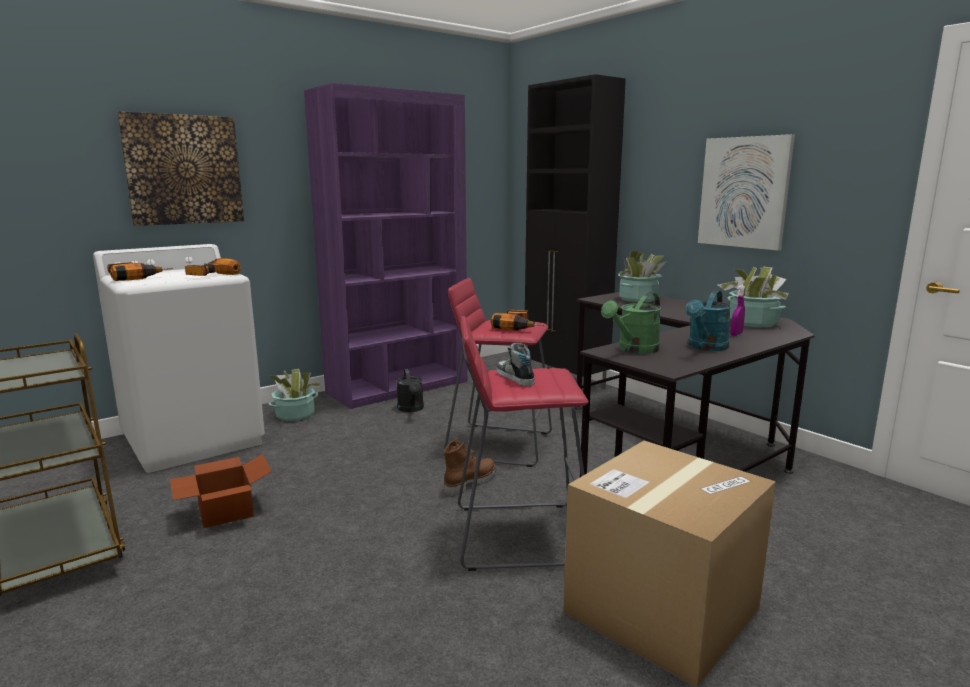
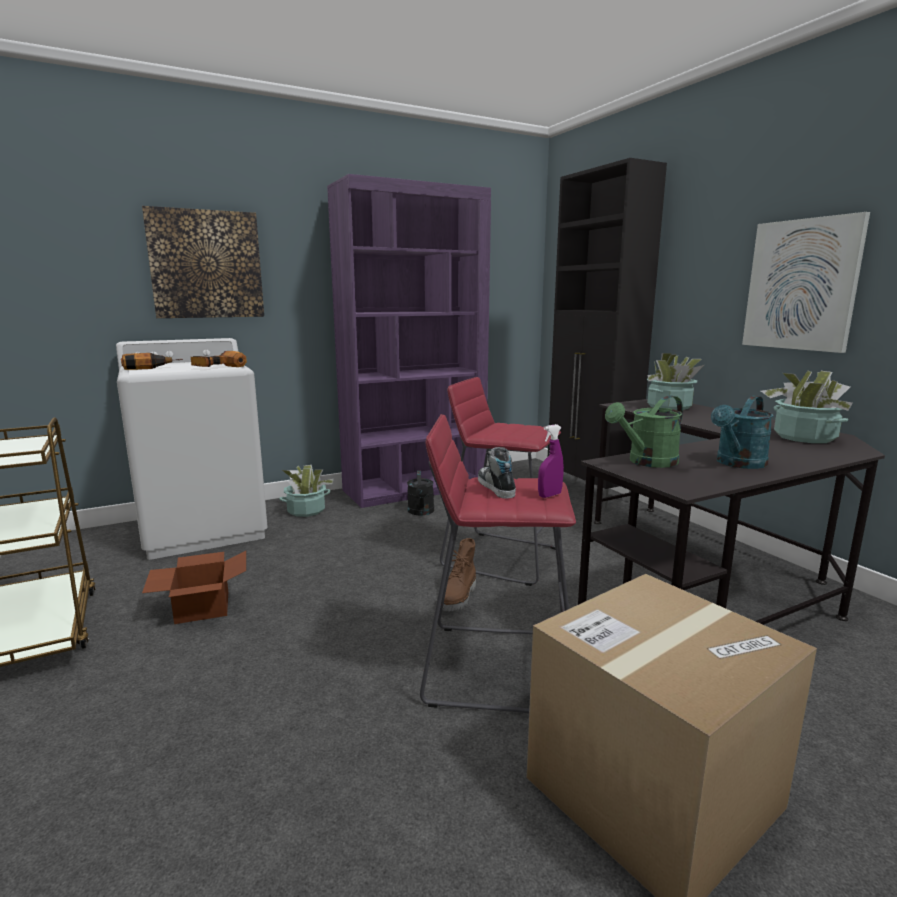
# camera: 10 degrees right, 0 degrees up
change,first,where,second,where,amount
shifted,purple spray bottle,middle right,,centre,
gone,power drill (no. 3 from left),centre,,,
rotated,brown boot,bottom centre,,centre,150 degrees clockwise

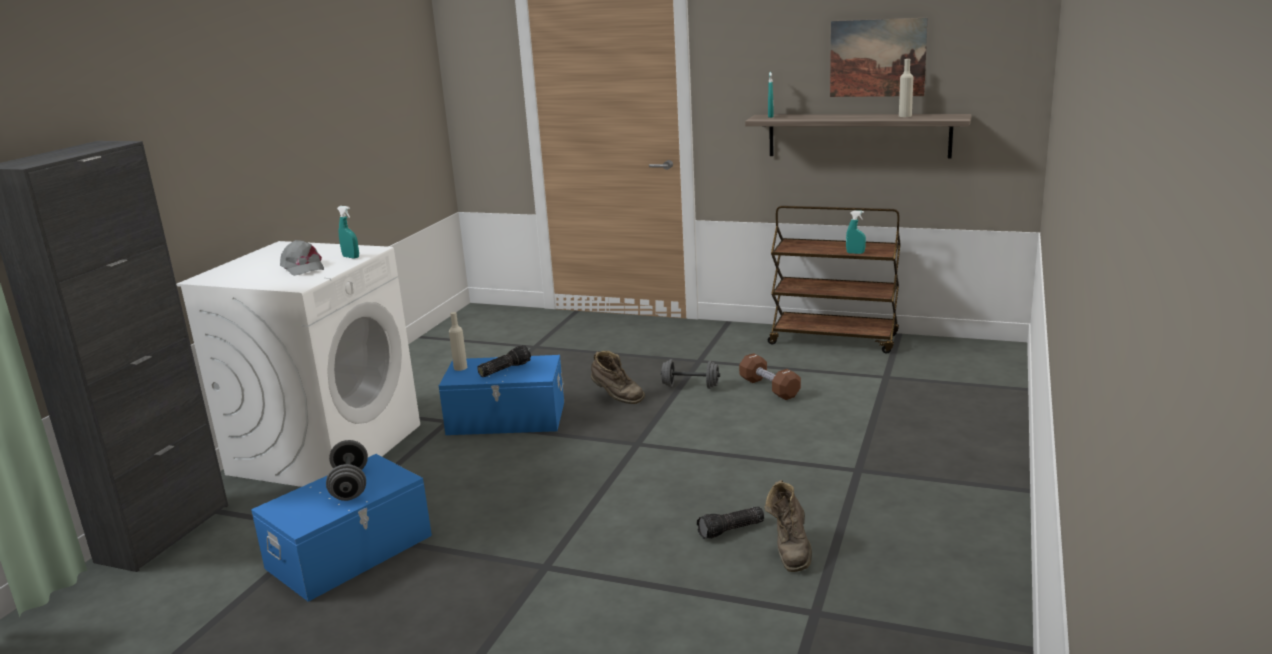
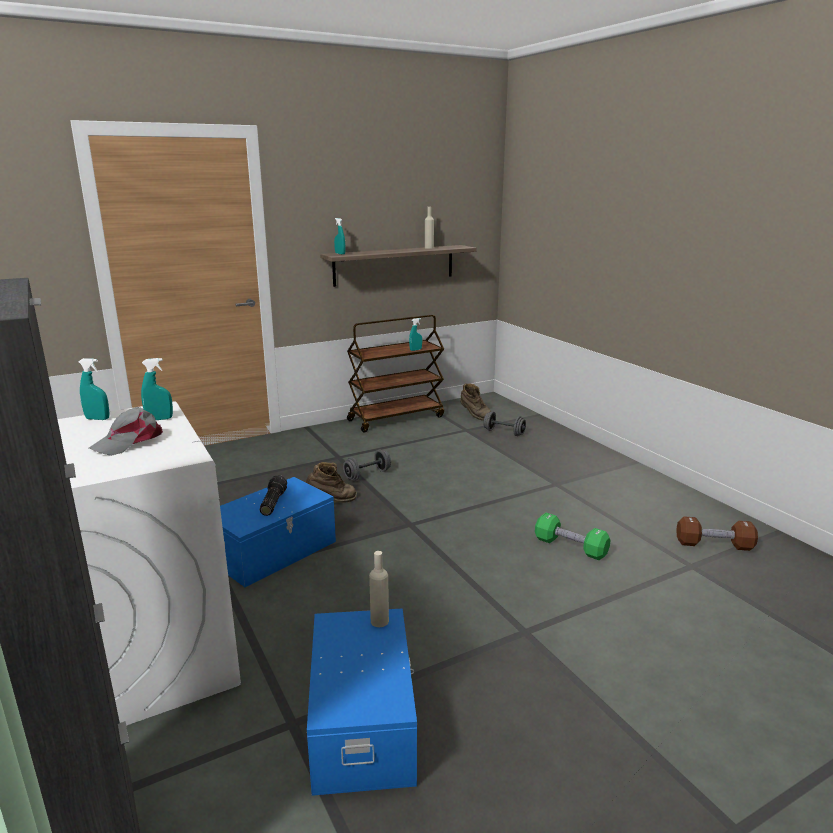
# camera: 50 degrees left, 0 degrees up
change,first,where,second,where,amount
gone,picture,top right,,,
rotated,grey cap,middle left,,middle left,120 degrees clockwise
shifted,beige bottle (no. 1 from left),centre,,bottom centre,
shifted,brown dumbbell,centre,,middle right,
shifted,grey dumbbell (no. 1 from left in the first image),bottom left,grey dumbbell (no. 2 from left),centre,
shifted,brown boot (no. 2 from left),bottom centre,,centre,
swapped,flashlight (no. 2 from left),bottom centre,green dumbbell,middle right,
new,,,turquoise spray bottle (no. 1 from left),middle left,

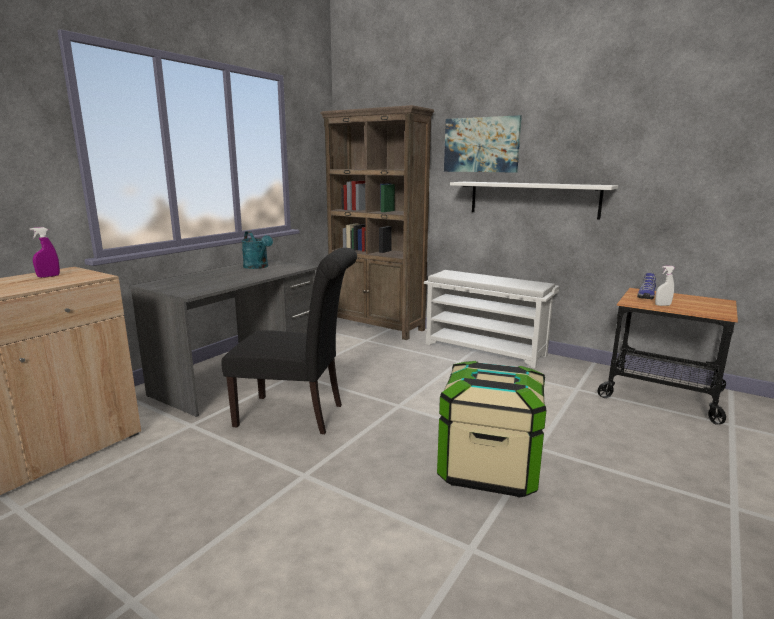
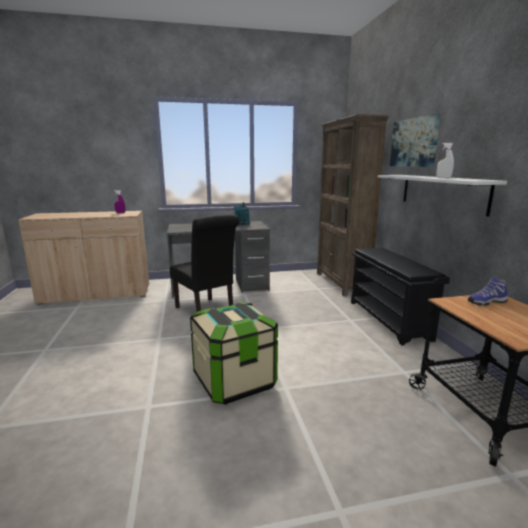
# camera: 45 degrees right, 0 degrees up
change,first,where,second,where,amount
shifted,white spray bottle,middle right,,top right,
repainted,white shoe rack,centre,black shoe rack,middle right,

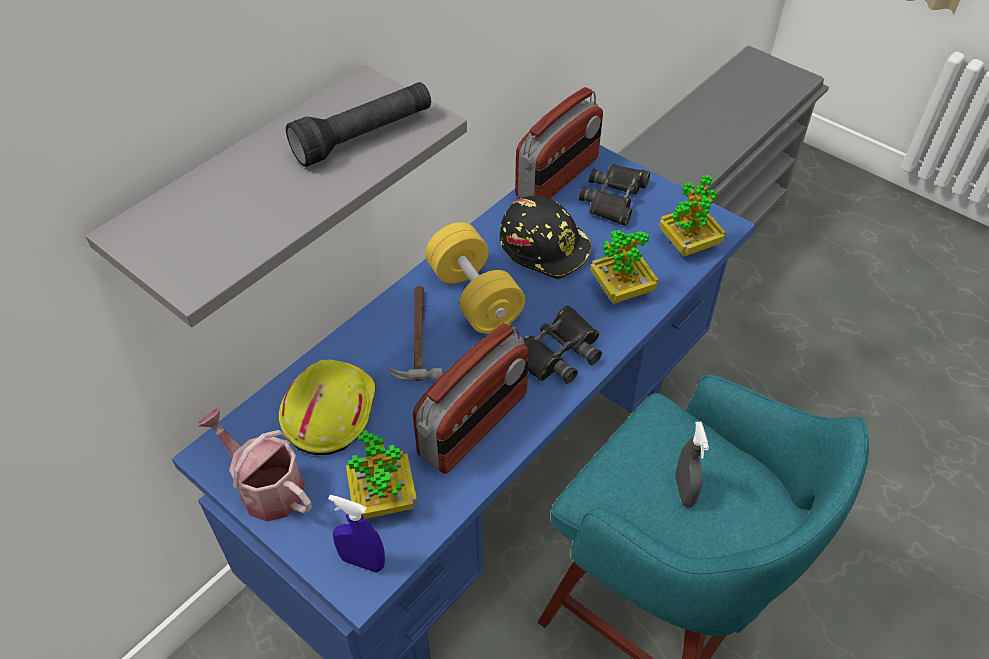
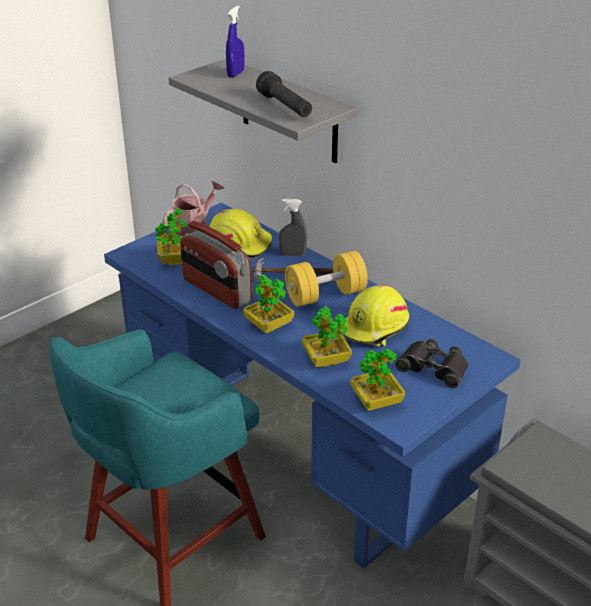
# camera: 95 degrees right, 15 degrees down
change,first,where,second,where,amount
gone,radio (no. 2 from left),top centre,,,
repainted,black hard hat,centre,yellow hard hat (no. 2 from left),centre,
swapped,black binoculars (no. 1 from left),centre,potted plant (no. 2 from left),centre,
shifted,grey spray bottle,bottom right,,centre,
shifted,blue spray bottle,bottom centre,,top centre,

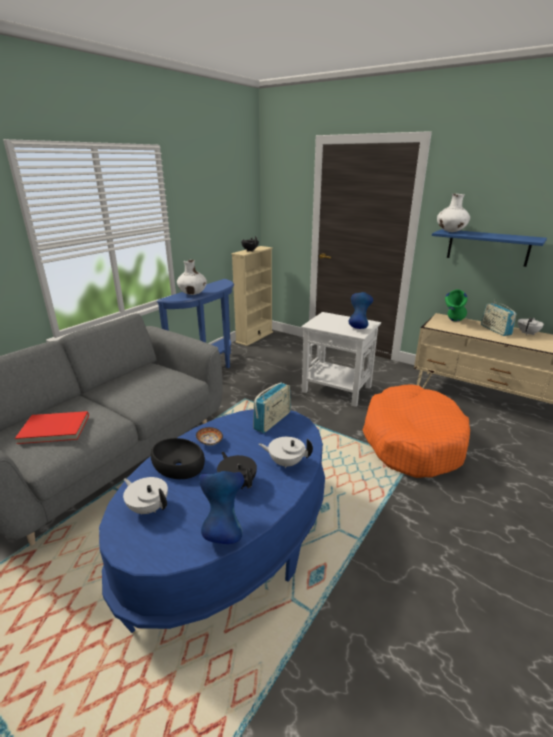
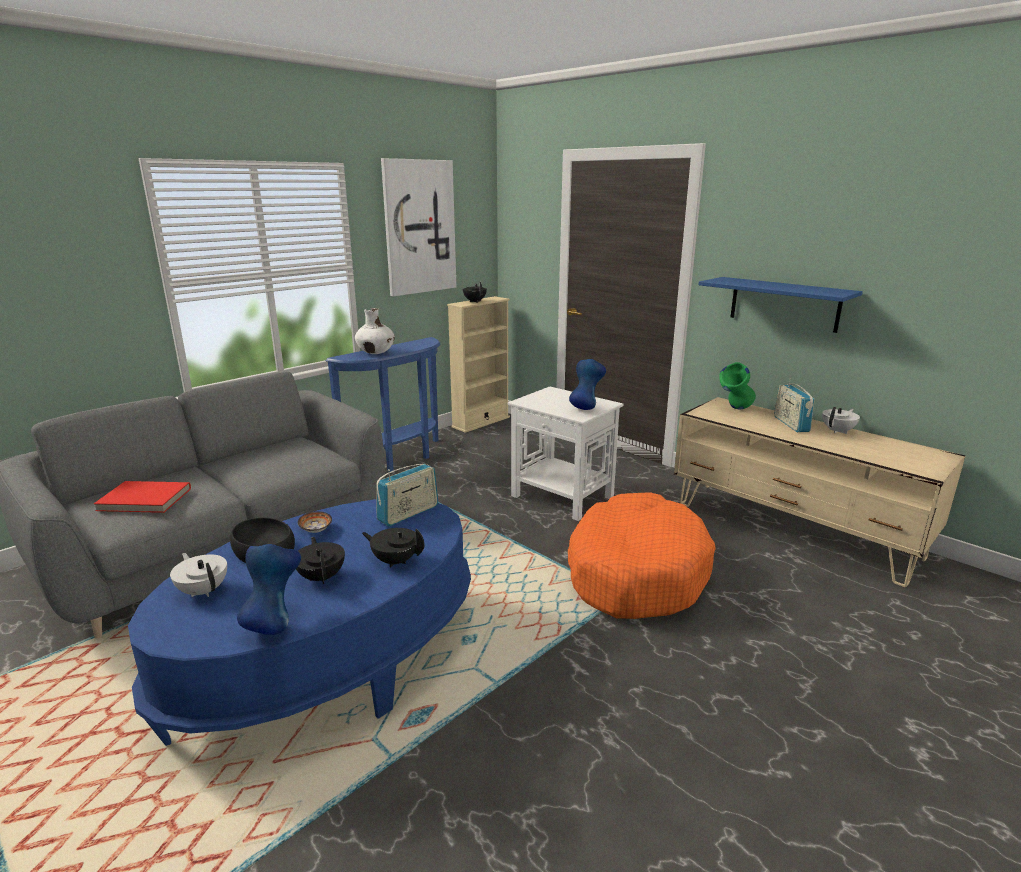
# camera: 10 degrees right, 5 degrees down
change,first,where,second,where,amount
gone,white vase (no. 2 from left),top right,,,
repainted,white teapot (no. 2 from left),centre,black teapot (no. 2 from left),centre,
new,,,picture,top centre,

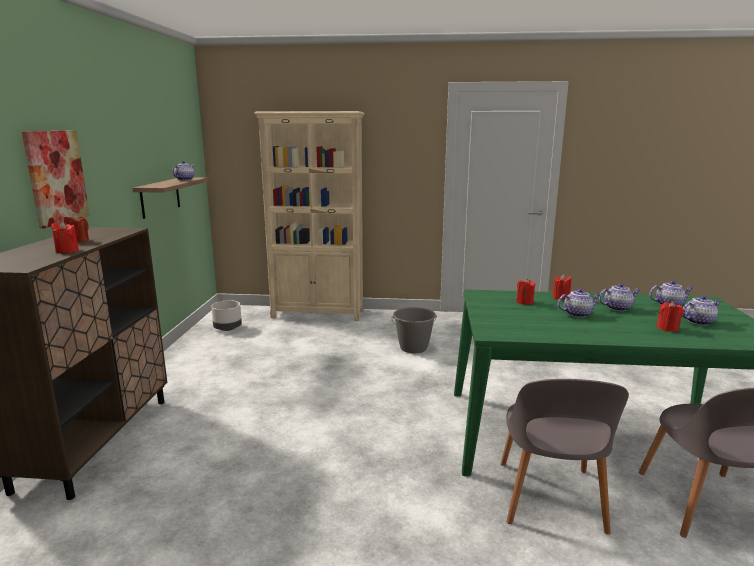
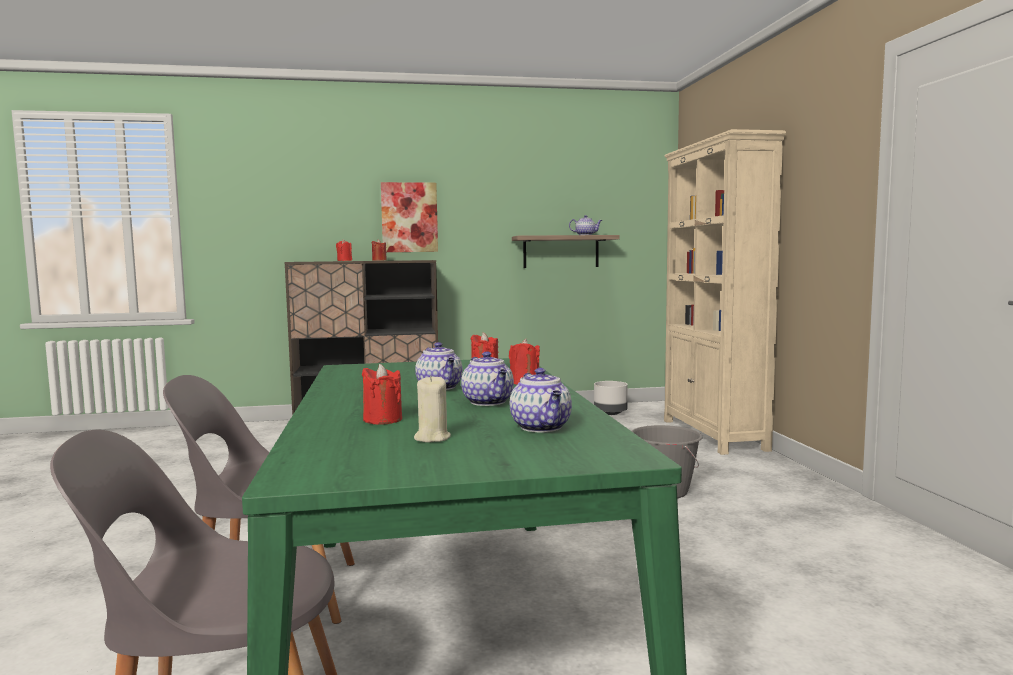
# camera: 75 degrees right, 10 degrees down
change,first,where,second,where,amount
swapped,teapot (no. 5 from left),middle right,beige candle,centre,

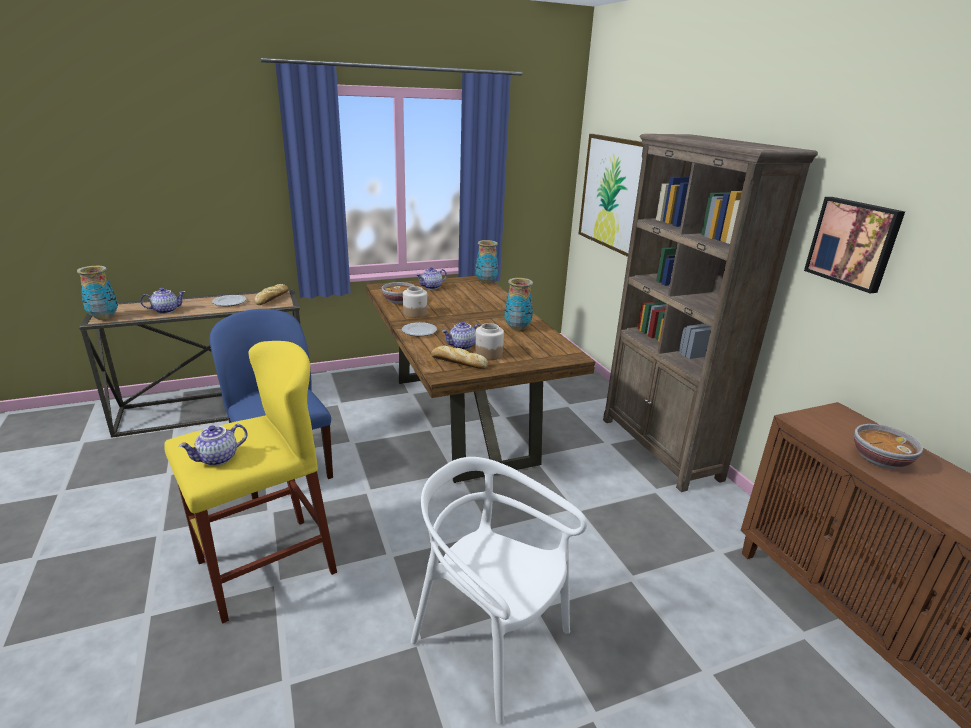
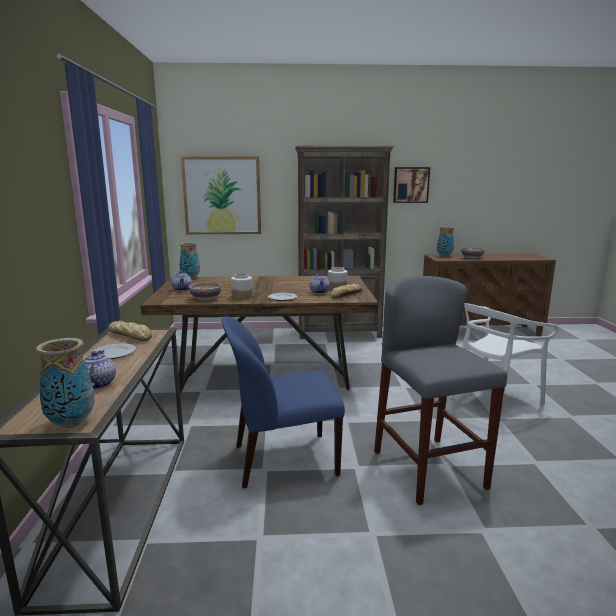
# camera: 70 degrees left, 10 degrees down
change,first,where,second,where,amount
shifted,vase (no. 3 from left),centre,,middle right,
repainted,yellow stool,middle left,grey stool,middle right,
gone,teapot (no. 2 from left),middle left,,,

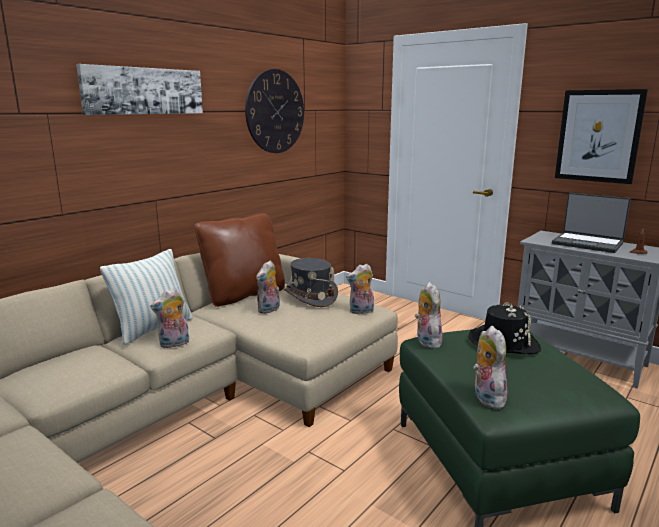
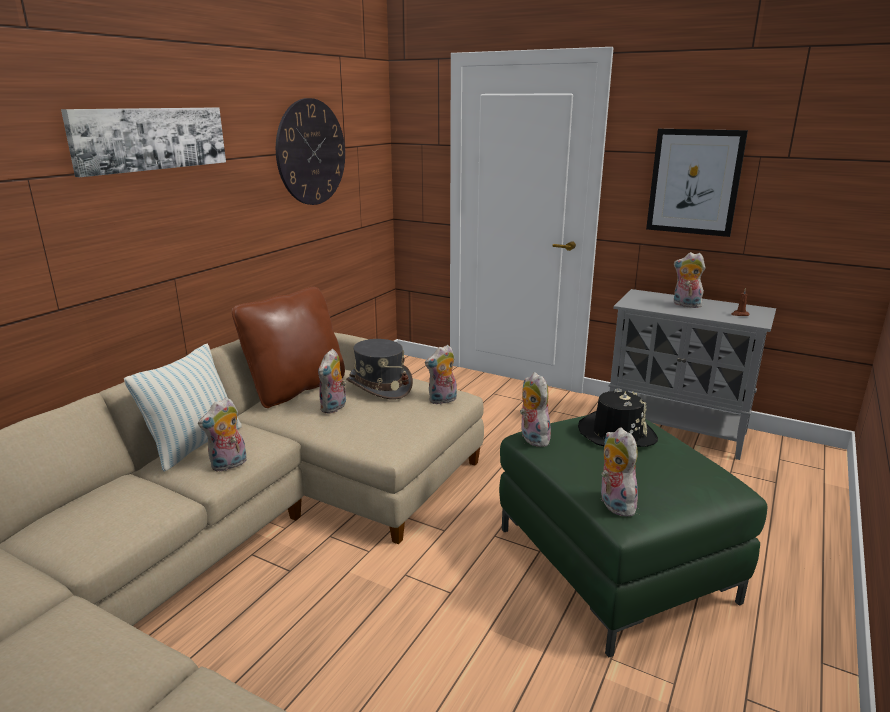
# camera: 10 degrees left, 5 degrees up
change,first,where,second,where,amount
swapped,laptop,middle right,plush toy (no. 6 from left),middle right,

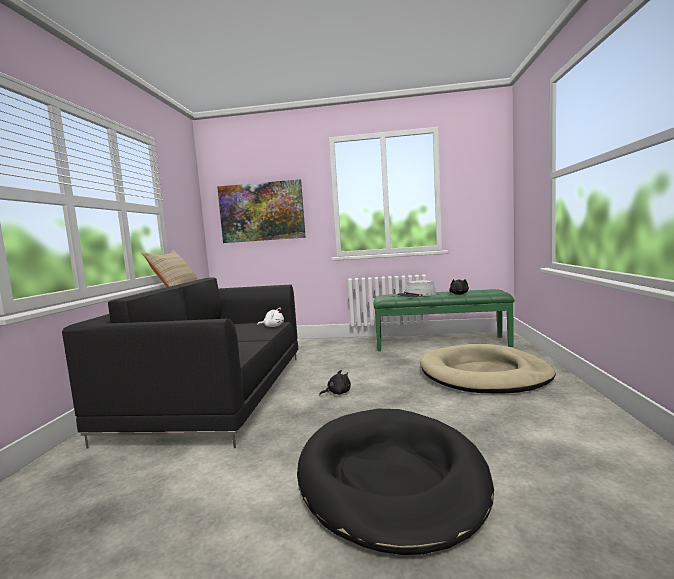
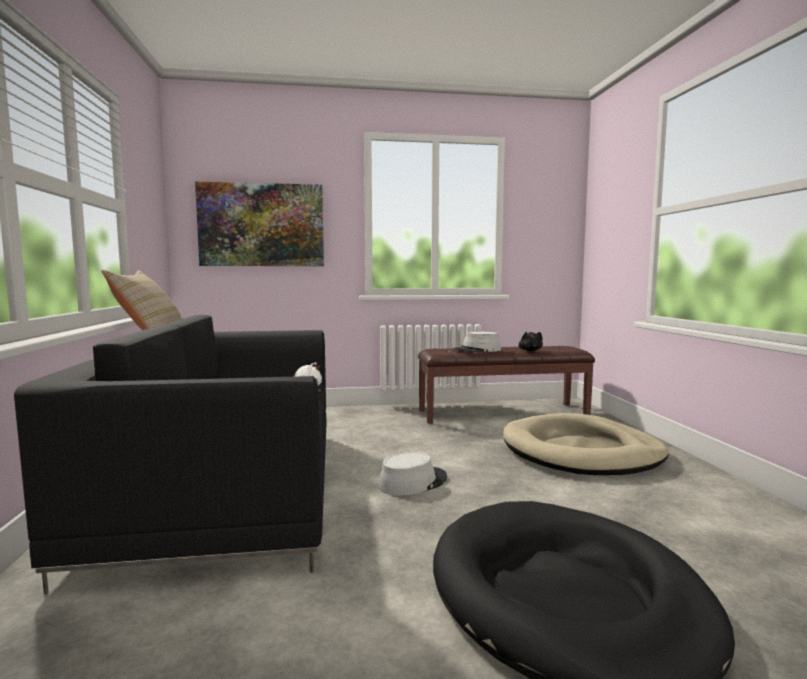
# camera: 15 degrees left, 0 degrees up
change,first,where,second,where,amount
repainted,green bench,centre,brown bench,centre,
swapped,black plush toy (no. 1 from left),centre,grey hat (no. 1 from left),bottom centre,

